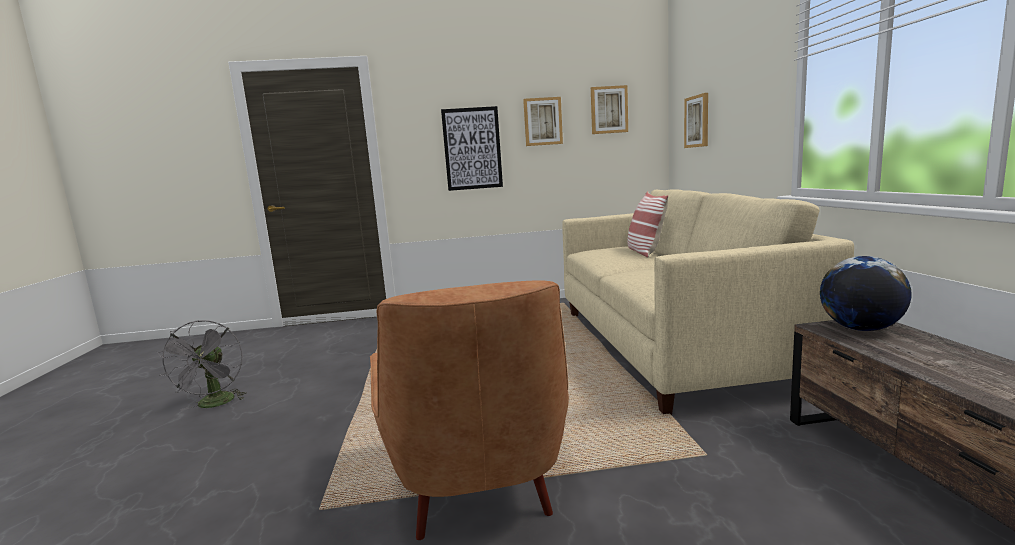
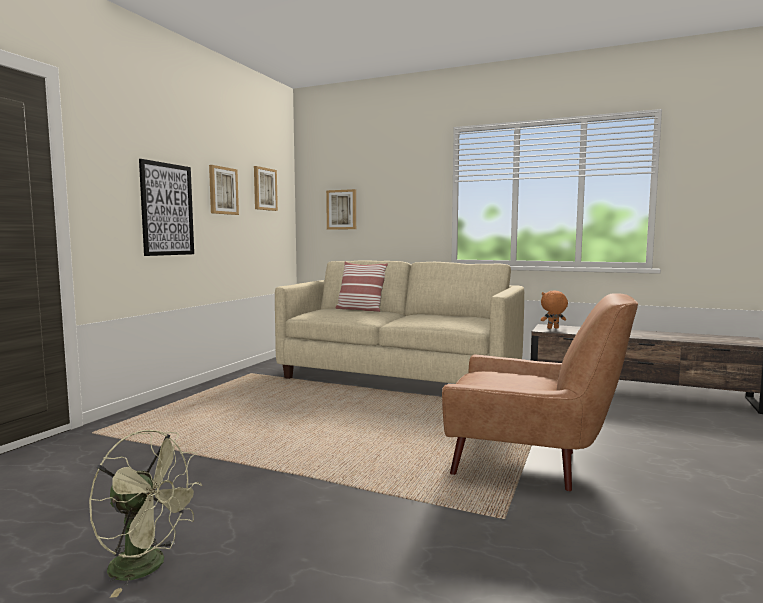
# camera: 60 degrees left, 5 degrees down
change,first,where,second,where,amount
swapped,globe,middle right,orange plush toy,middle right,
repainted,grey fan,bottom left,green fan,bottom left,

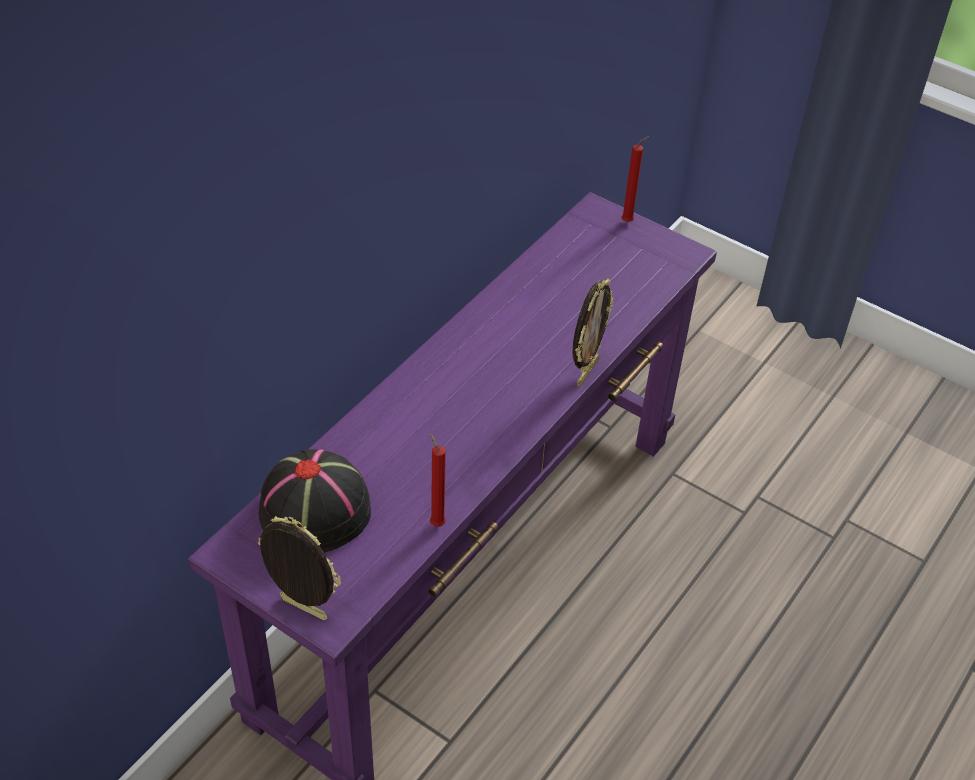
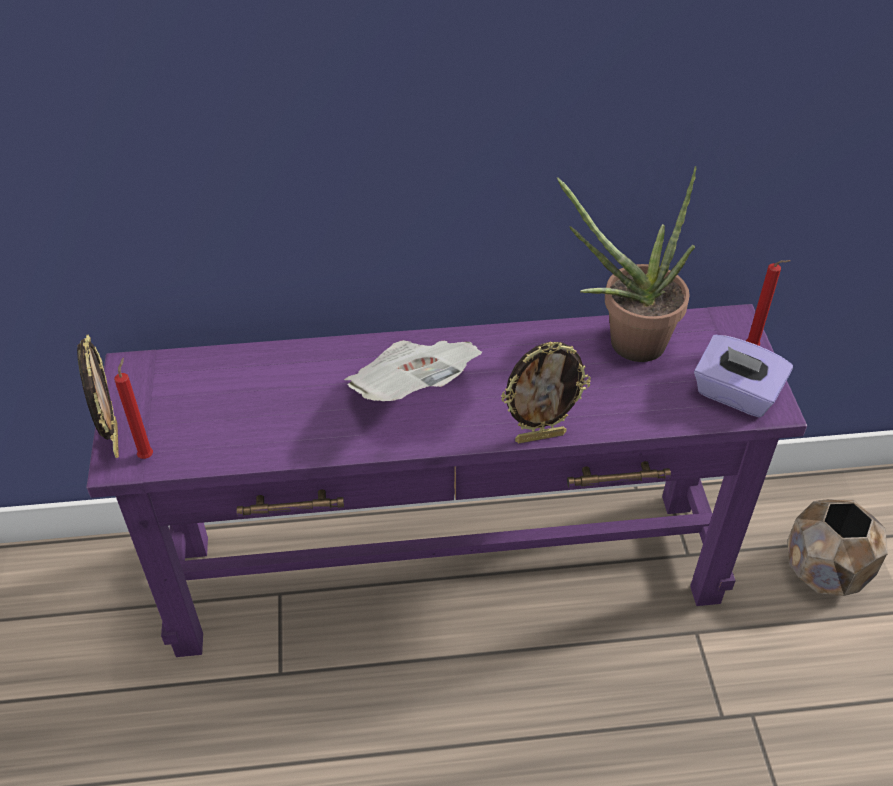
# camera: 50 degrees right, 0 degrees up
change,first,where,second,where,amount
shifted,red candle (no. 1 from left),centre,,middle left,
gone,black hat,middle left,,,
new,,,potted plant,middle right,
new,,,purple tissue box,middle right,
new,,,newspaper,centre,
new,,,brown planter,bottom right,

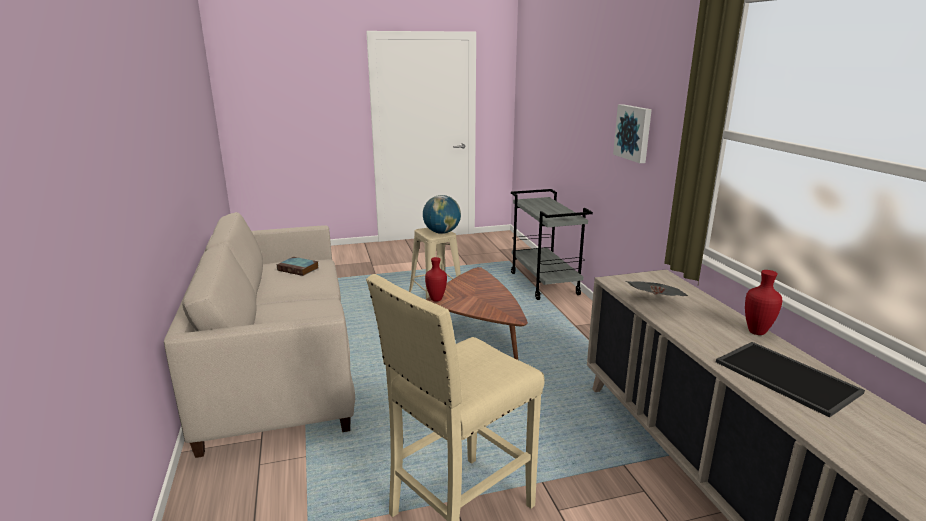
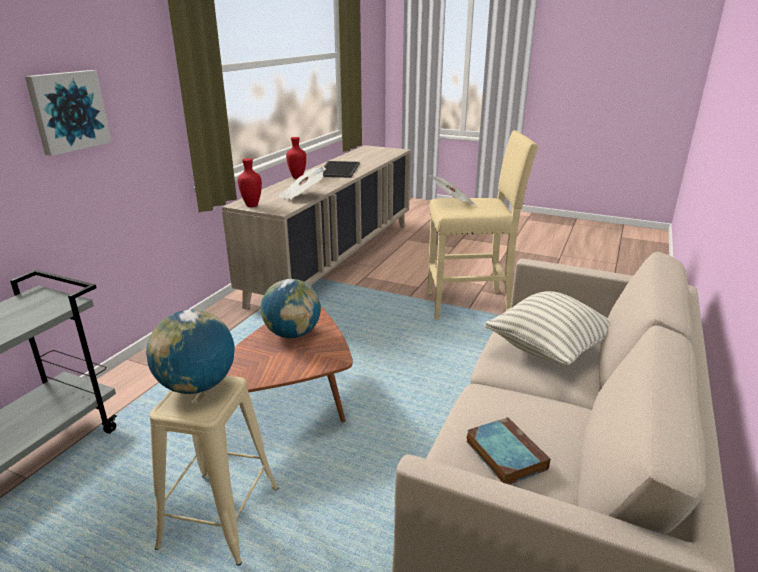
# camera: 140 degrees left, 5 degrees up
change,first,where,second,where,amount
shifted,red vase (no. 1 from left),centre,,top left,
new,,,newspaper (no. 2 from left),top centre,
new,,,globe (no. 2 from left),centre,
new,,,pillow,middle right,

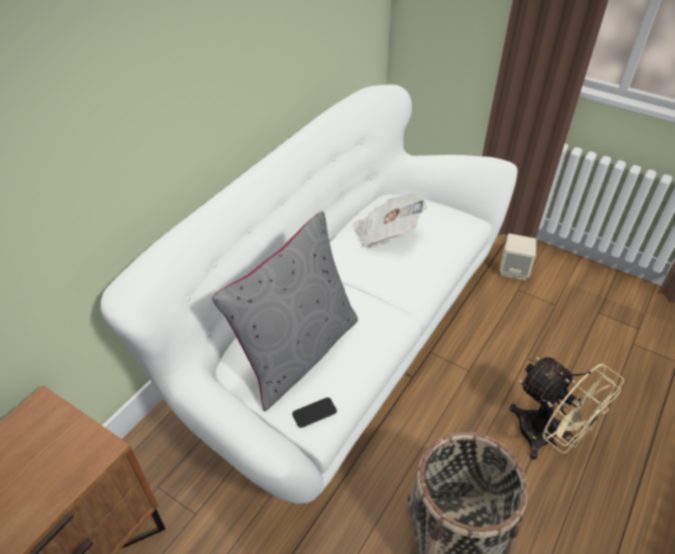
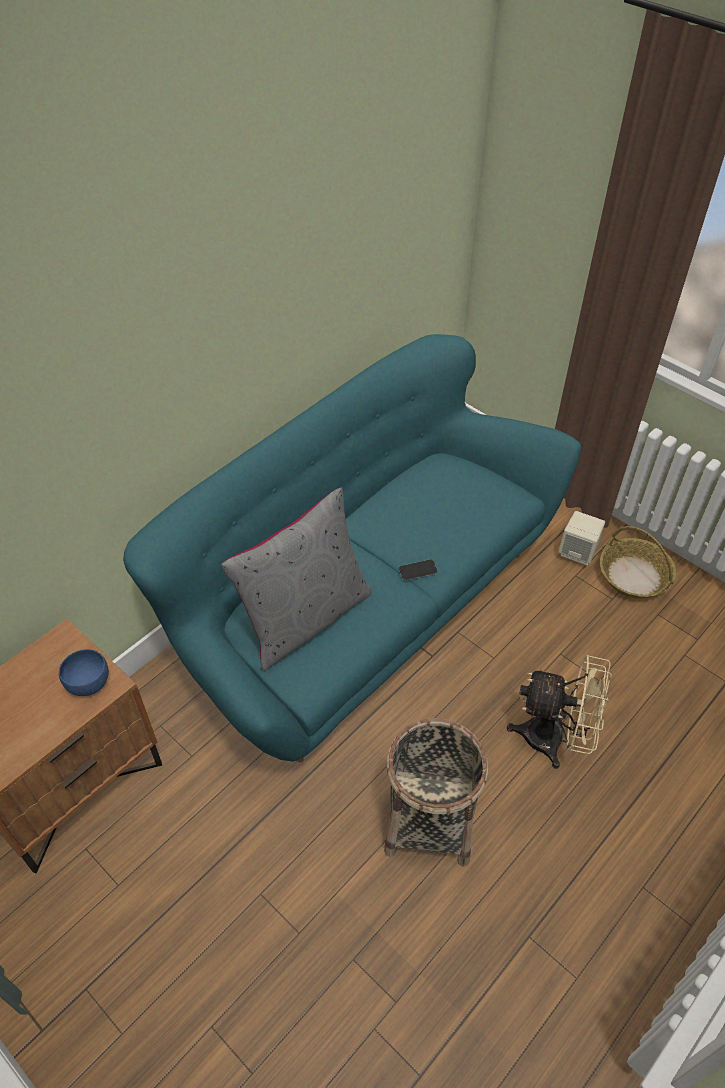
# camera: 10 degrees right, 5 degrees up
change,first,where,second,where,amount
repainted,white sofa,centre,turquoise sofa,centre,
gone,newspaper,centre,,,
rotated,beige fan,bottom right,,middle right,45 degrees counterclockwise
shifted,phone,bottom centre,,centre,
new,,,basket (no. 2 from left),middle right,
new,,,blue bowl,middle left,

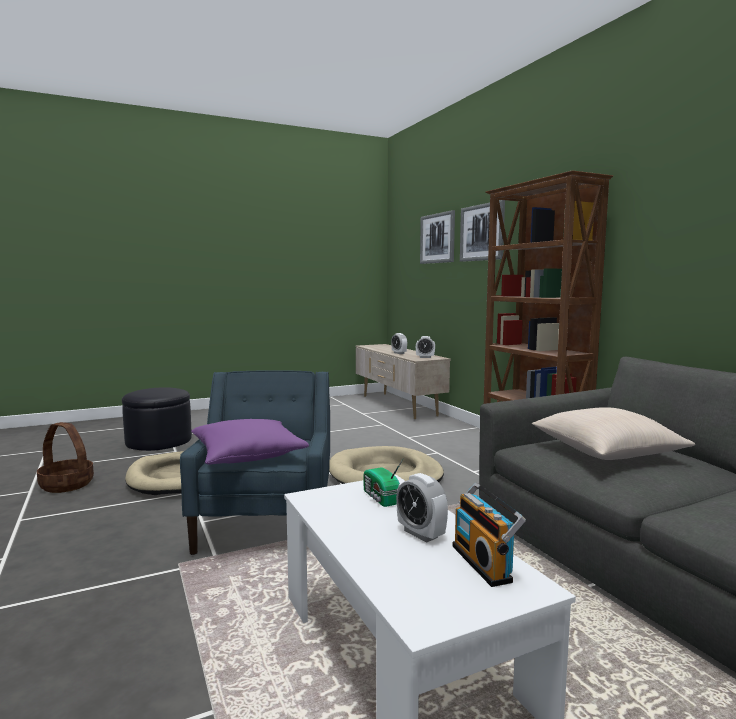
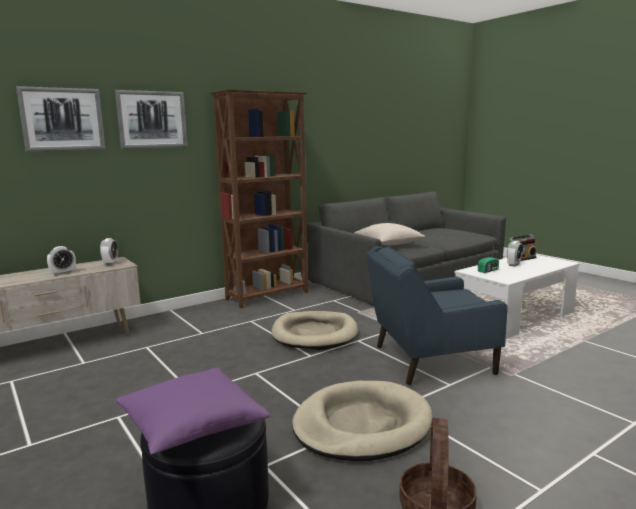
# camera: 100 degrees left, 5 degrees up
change,first,where,second,where,amount
shifted,purple pillow,centre,,bottom left,

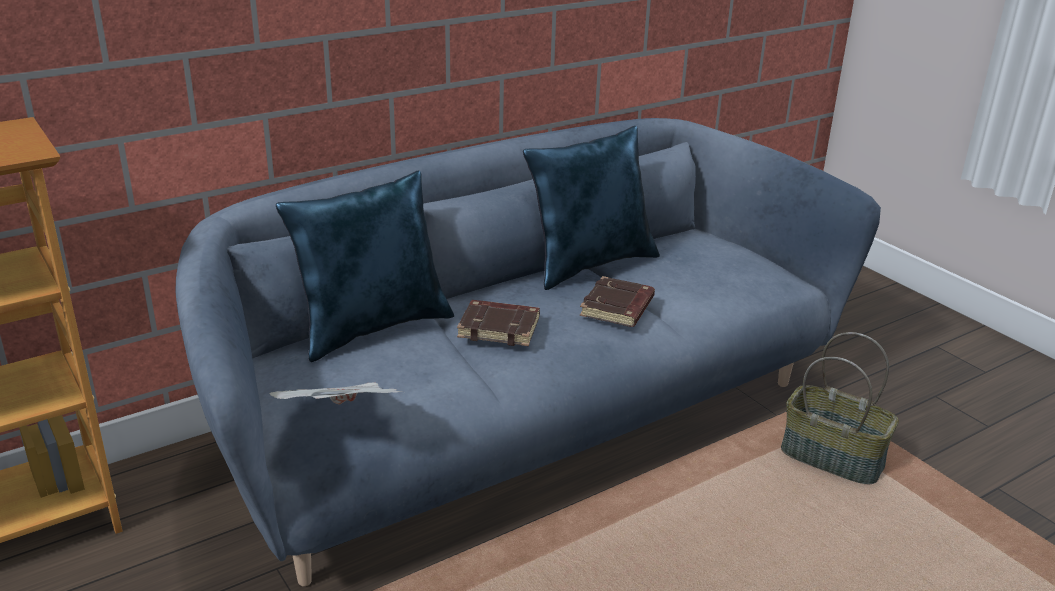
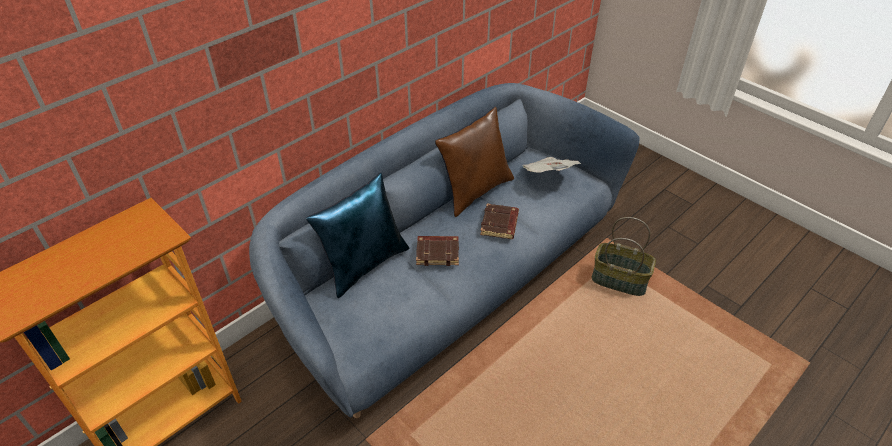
# camera: 10 degrees left, 15 degrees up
change,first,where,second,where,amount
repainted,blue pillow (no. 2 from left),centre,brown pillow,centre,
shifted,newspaper,middle left,,centre,

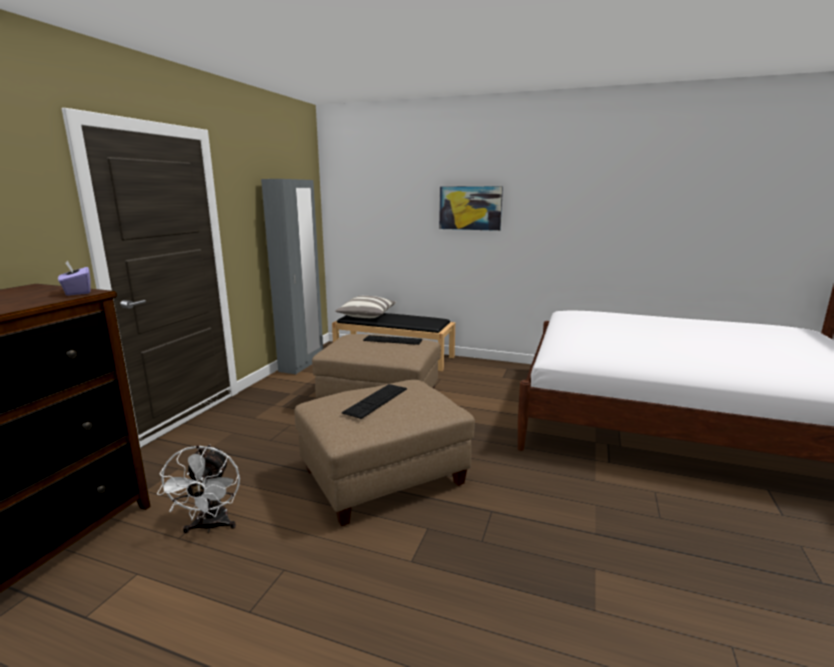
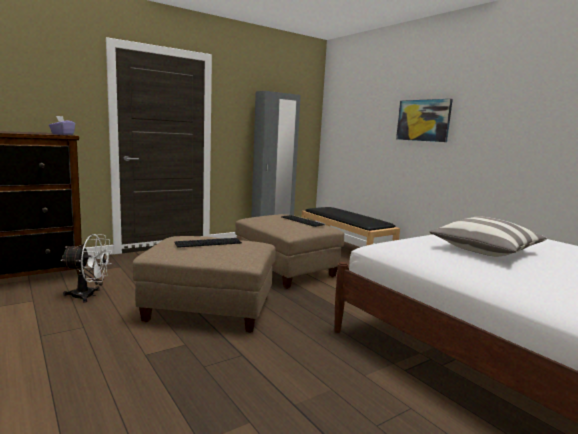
# camera: 35 degrees right, 5 degrees down
change,first,where,second,where,amount
shifted,pillow,centre,,middle right,
rotated,white fan,bottom left,,middle left,120 degrees counterclockwise

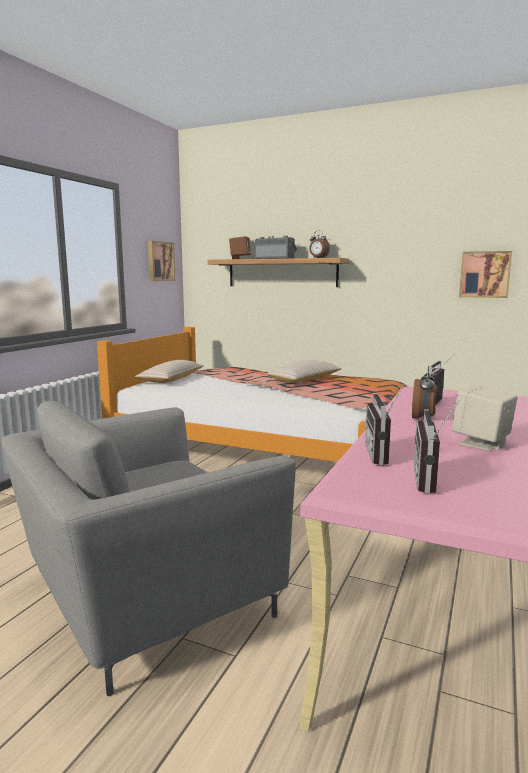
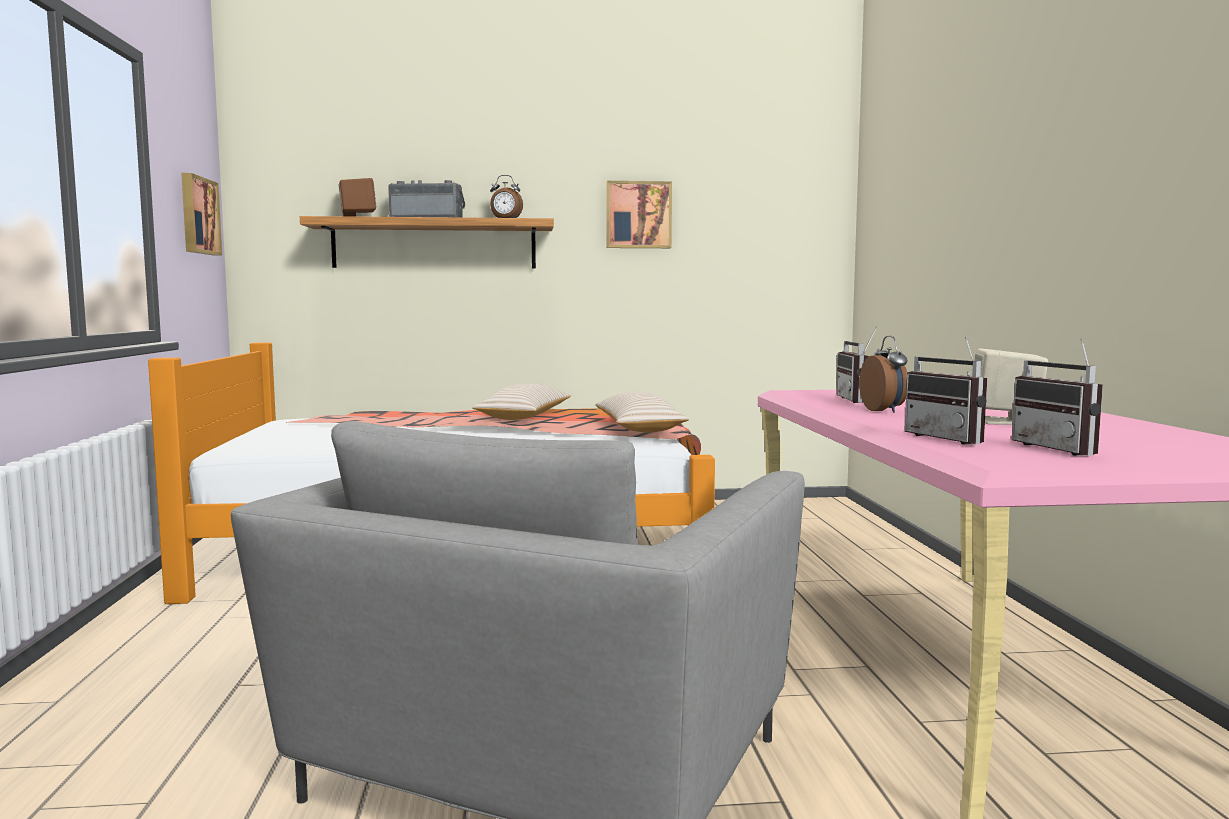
# camera: 30 degrees left, 5 degrees down
change,first,where,second,where,amount
shifted,picture (no. 2 from left),middle right,,top centre,
shifted,beige pillow (no. 1 from left in the first image),middle left,beige pillow (no. 2 from left),centre,

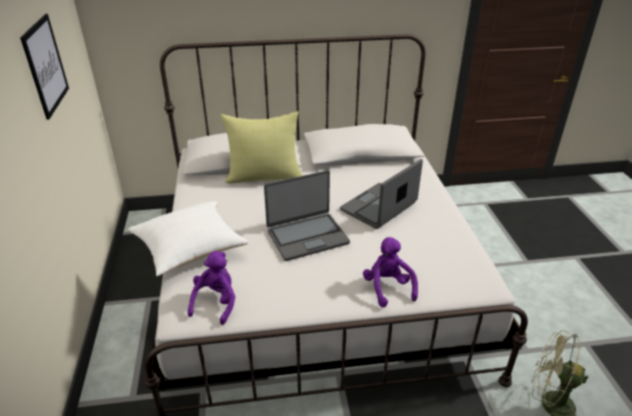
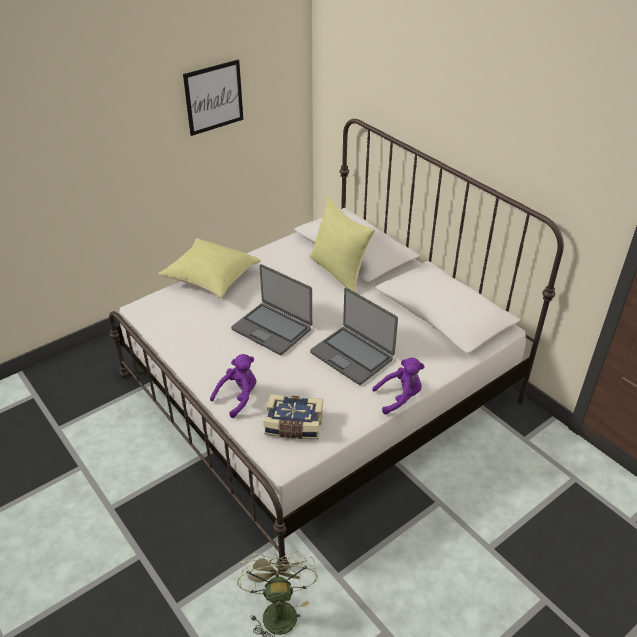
# camera: 60 degrees right, 5 degrees up
change,first,where,second,where,amount
rotated,laptop (no. 2 from left),centre,,centre,150 degrees counterclockwise
repainted,white pillow,middle left,yellow pillow (no. 1 from left),middle left,
shifted,purple plush toy (no. 1 from left in the first image),bottom centre,purple plush toy (no. 2 from left),centre,
new,,,book,centre,

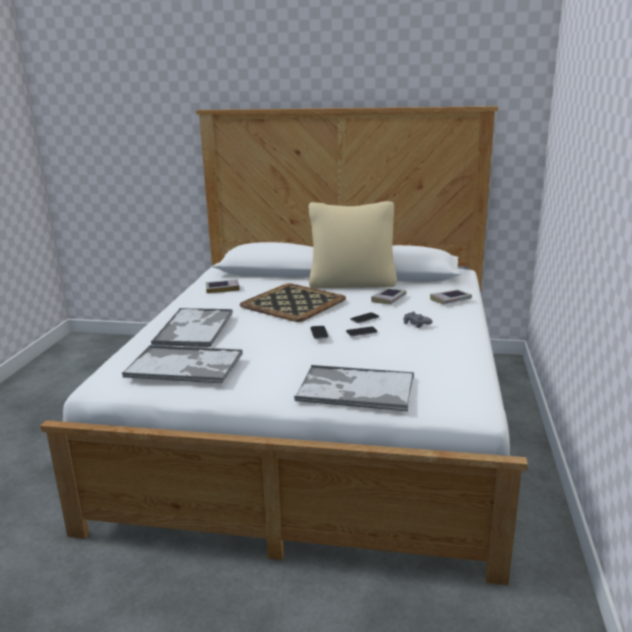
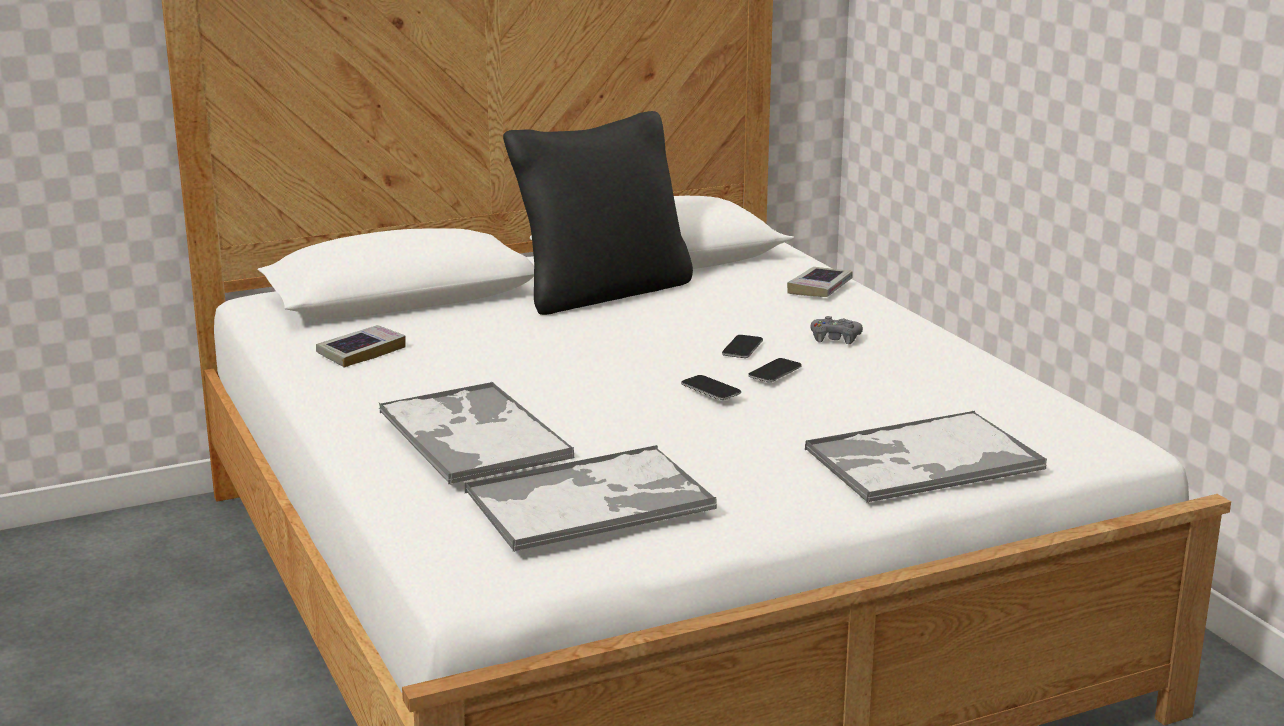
# camera: 35 degrees left, 0 degrees up
change,first,where,second,where,amount
repainted,beige pillow,centre,black pillow,top centre,
gone,tray (no. 3 from left),centre,,,
gone,book (no. 2 from left),centre,,,

